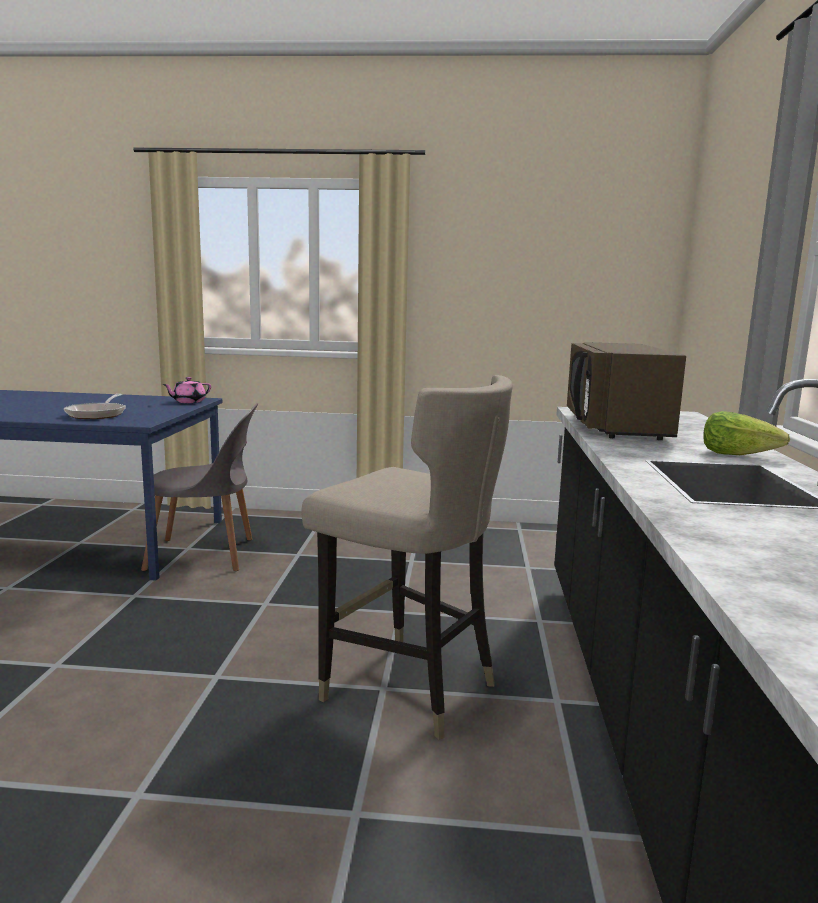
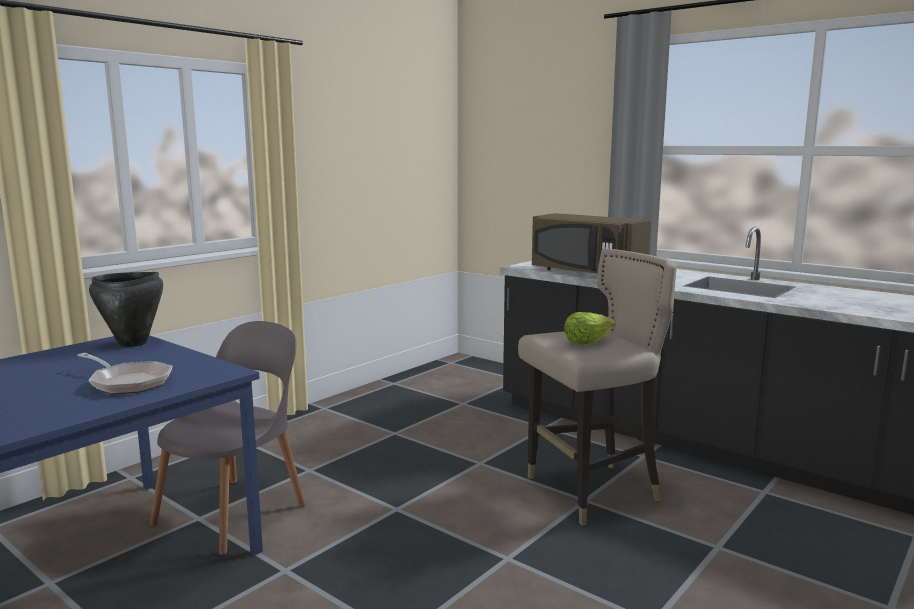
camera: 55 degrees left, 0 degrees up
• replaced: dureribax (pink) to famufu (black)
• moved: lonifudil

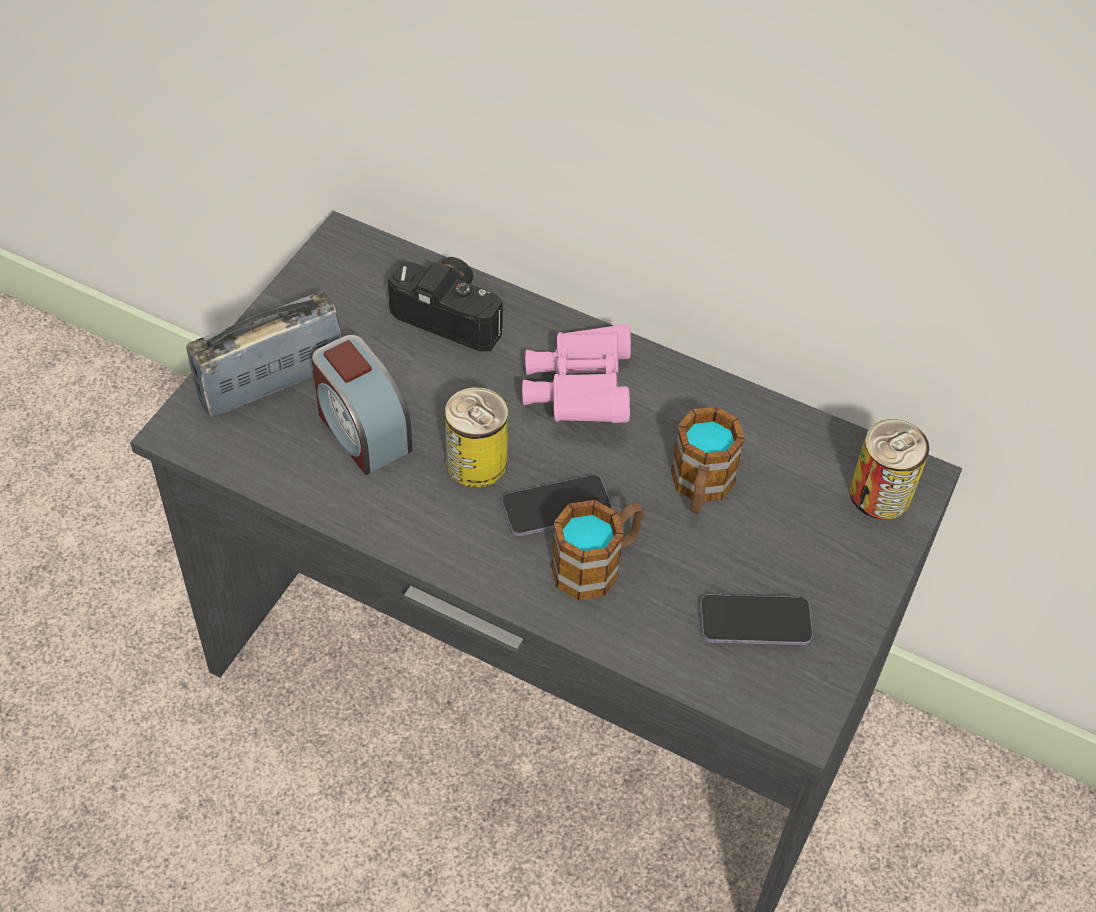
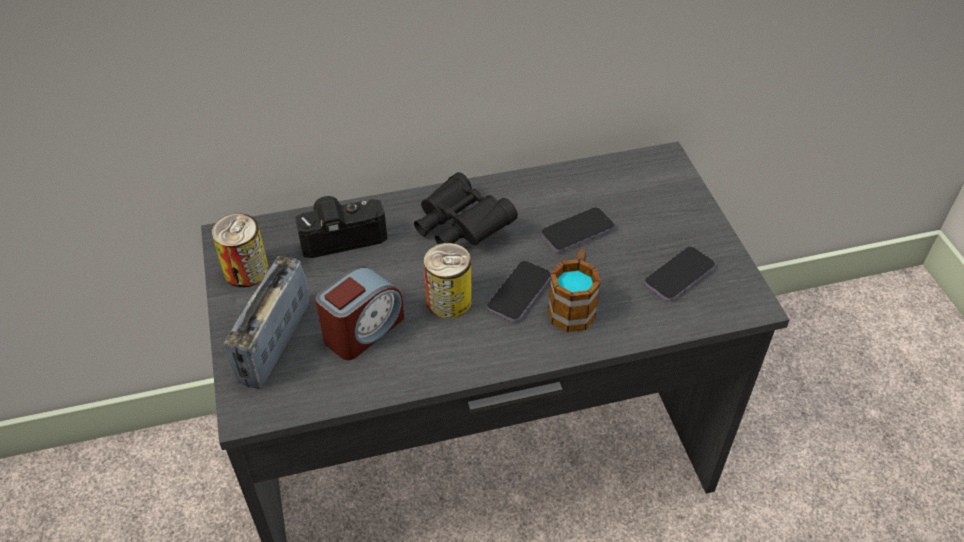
camera: 40 degrees left, 5 degrees down
• turned: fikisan 60 degrees counterclockwise
• recoloured: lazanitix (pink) to lazanitix (black)
• replaced: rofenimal (2nd from left) to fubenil (2nd from left)
• moved: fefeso (2nd from left in the first image) to fefeso (1st from left)

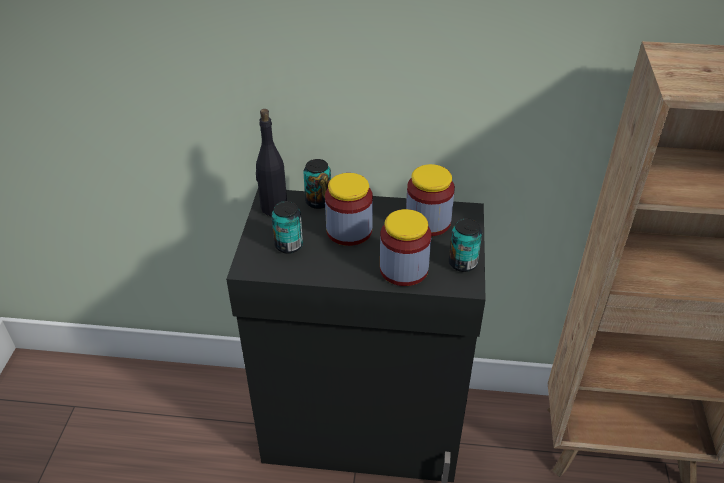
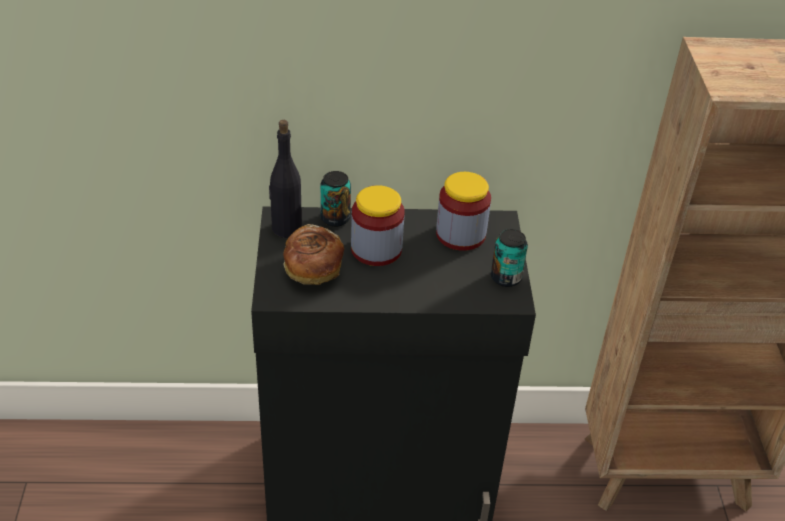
camera: 10 degrees left, 0 degrees up
• replaced: fefeso (1st from left) to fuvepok
• removed: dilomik (2nd from left)

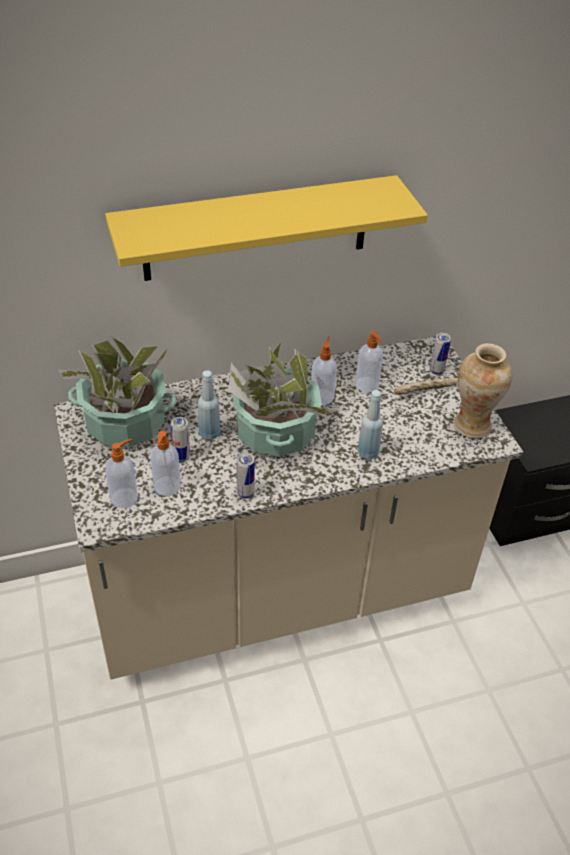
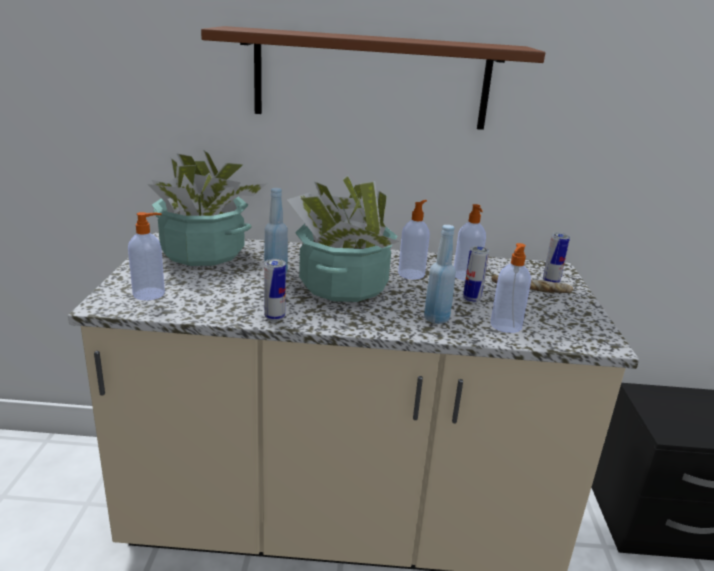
camera: 20 degrees right, 20 degrees down
• recoloured: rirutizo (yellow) to rirutizo (brown)
• moved: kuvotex (2nd from left in the first image) to kuvotex (4th from left)
• moved: fefeso (1st from left in the first image) to fefeso (2nd from left)
• removed: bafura

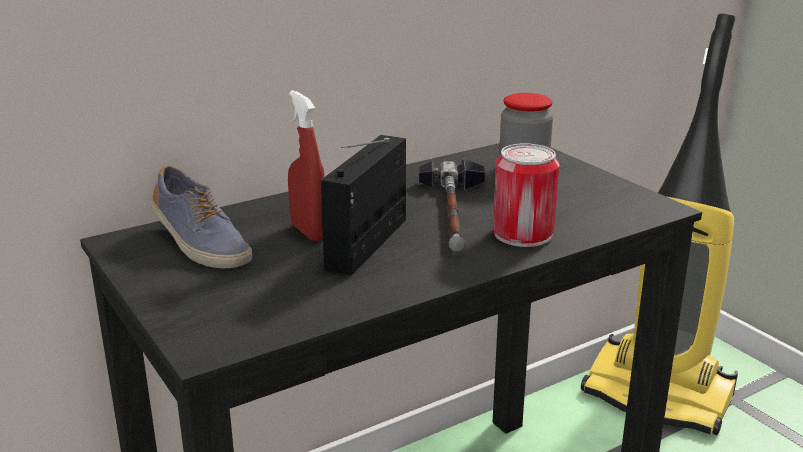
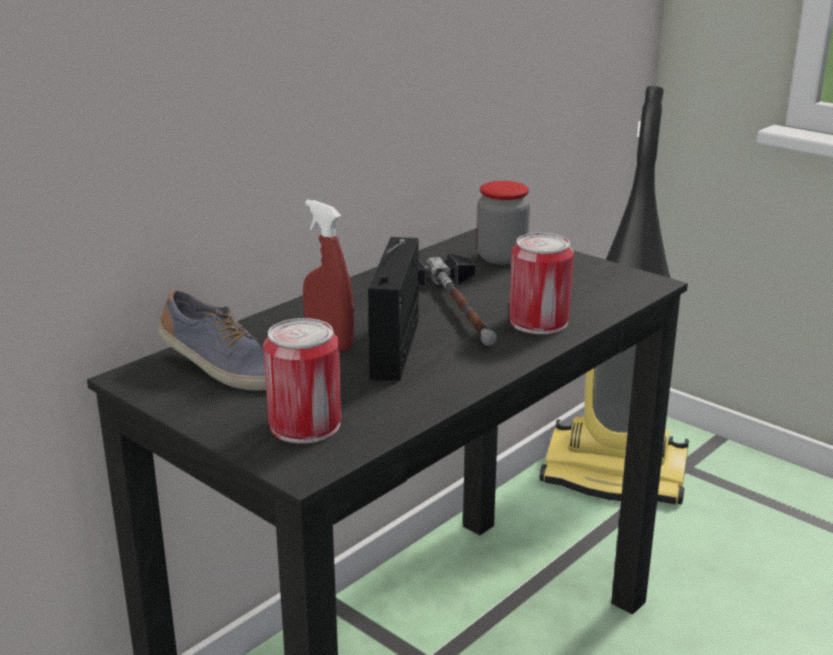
camera: 15 degrees left, 0 degrees up
• added: fefeso (1st from left)

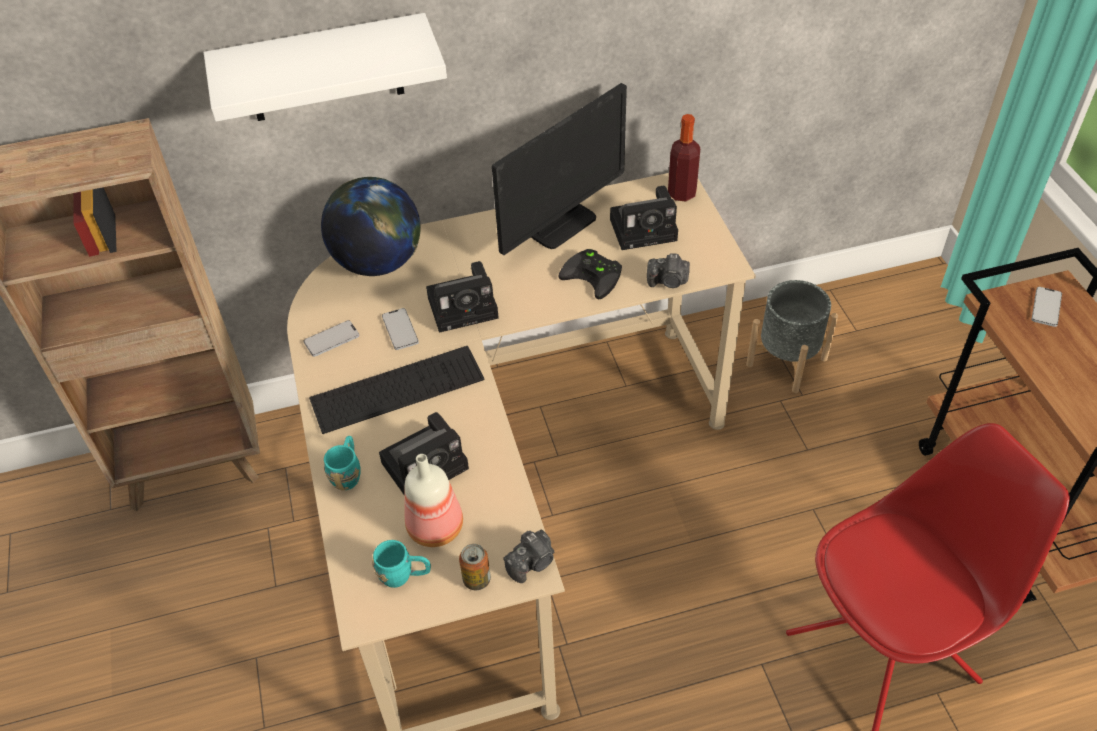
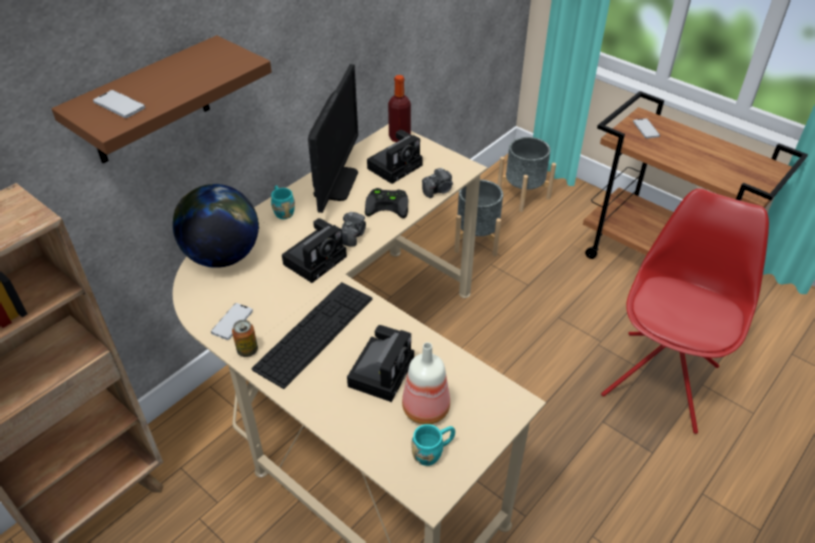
camera: 35 degrees left, 5 degrees down
• recoloured: rirutizo (white) to rirutizo (brown)
• moved: rofenimal (turquoise) (1st from left)
• moved: fubenil (2nd from left in the first image) to fubenil (1st from left)
• moved: fefeso
• moved: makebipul (3rd from left in the first image) to makebipul (2nd from left)
• added: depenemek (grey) (2nd from left)

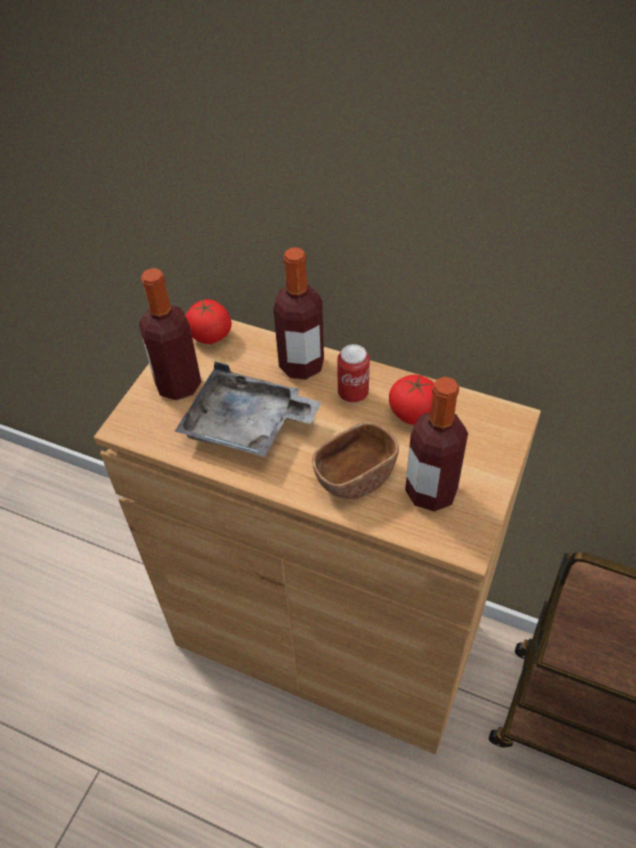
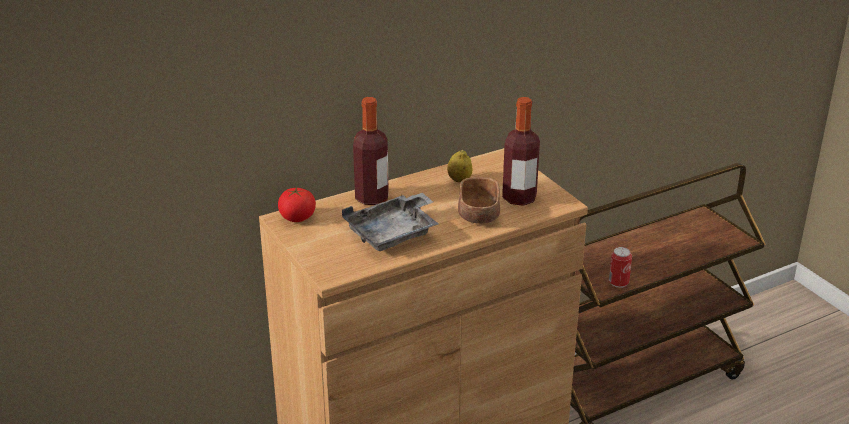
camera: 55 degrees left, 20 degrees down
• removed: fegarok (1st from left)
• moved: fefeso
• replaced: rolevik (2nd from left) to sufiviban

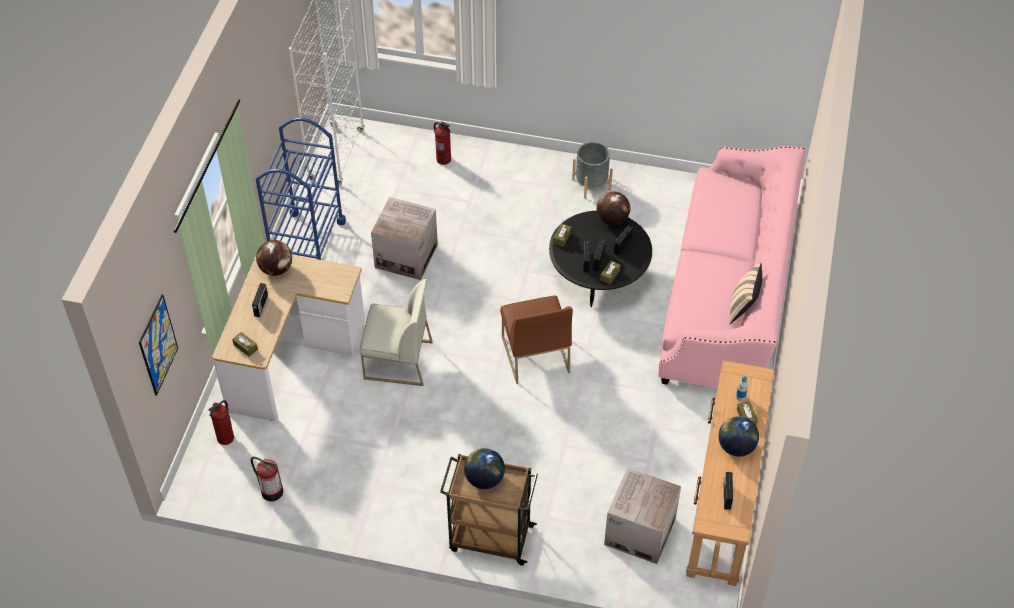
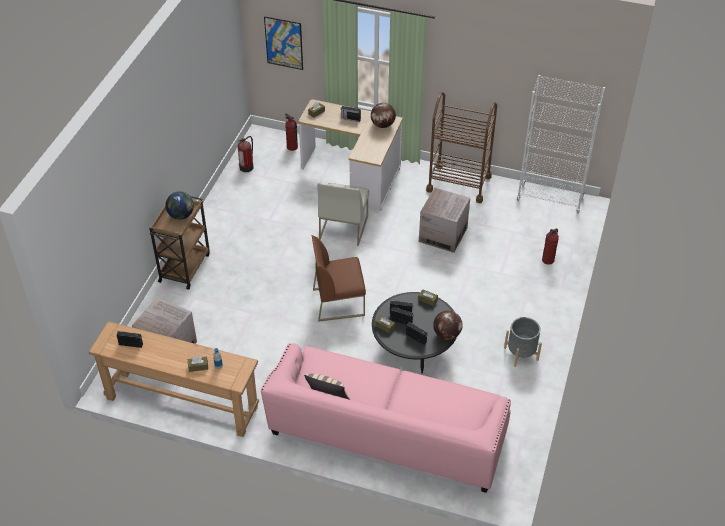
camera: 95 degrees right, 5 degrees down
• recoloured: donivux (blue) to donivux (brown) (2nd from left)
• removed: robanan (4th from left)

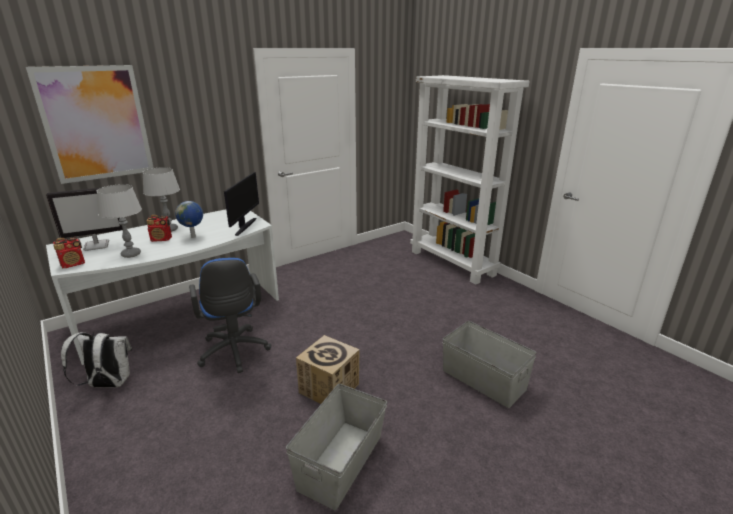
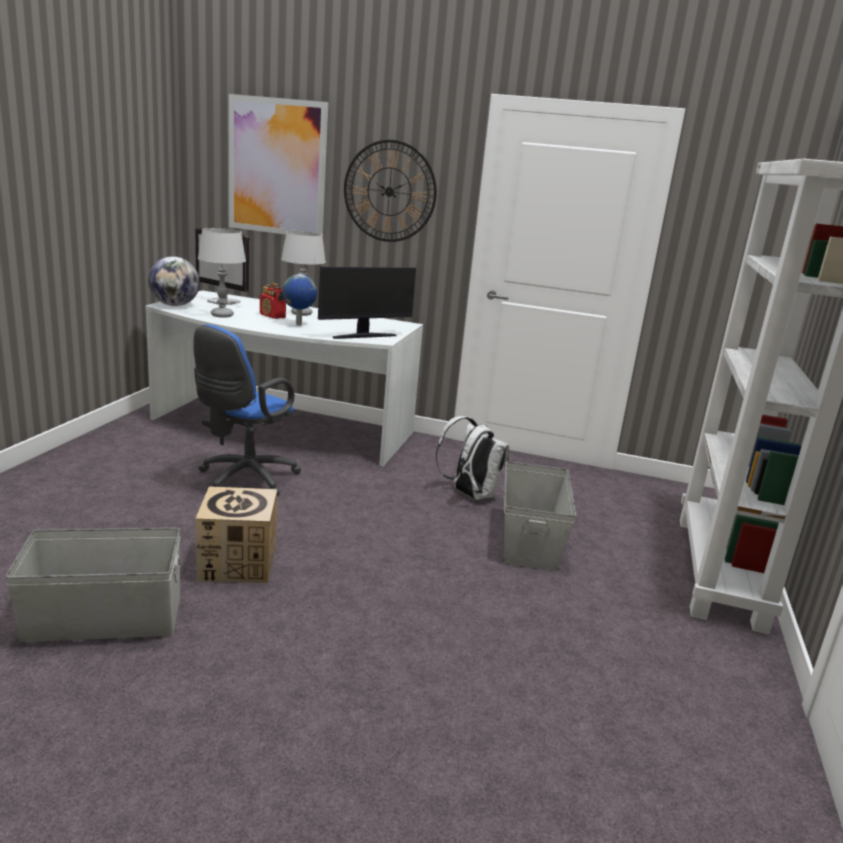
camera: 50 degrees right, 5 degrees down
• replaced: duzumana (1st from left) to robanan (1st from left)
• moved: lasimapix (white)
• moved: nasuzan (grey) (2nd from left)
• added: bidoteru

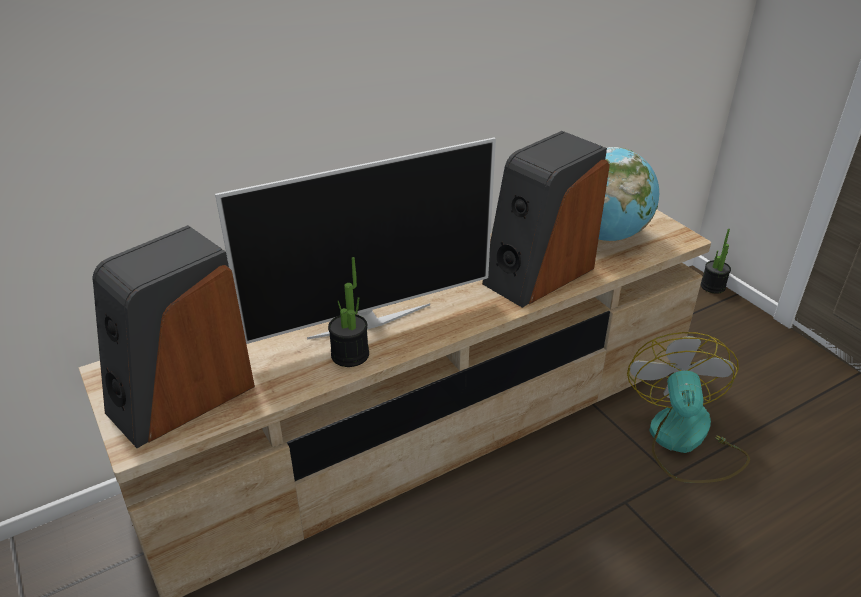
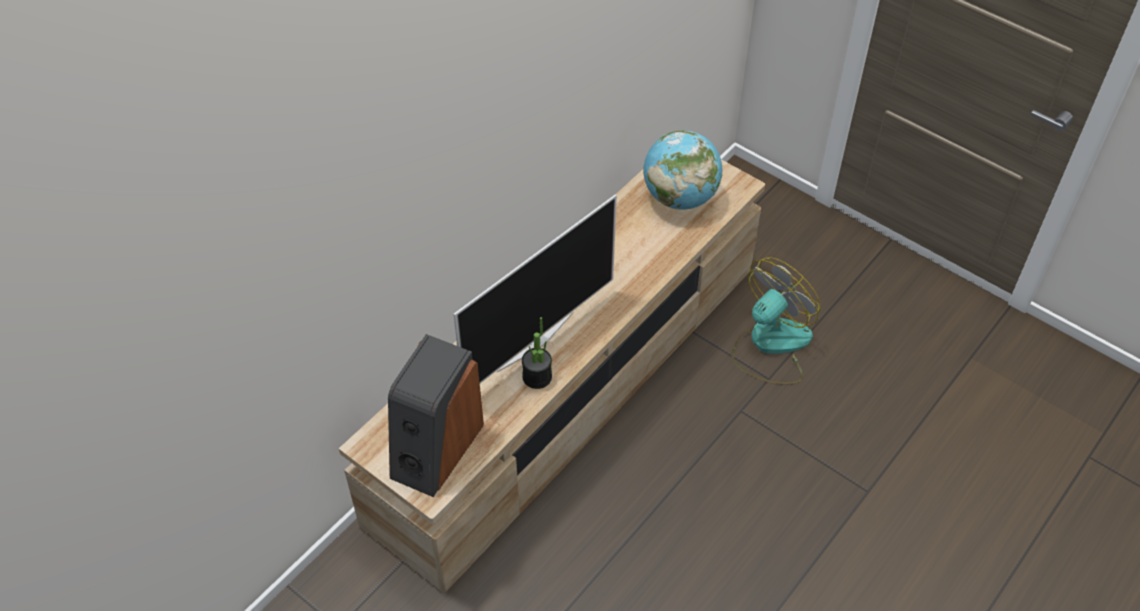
camera: 20 degrees left, 15 degrees up
• removed: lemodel (2nd from left)
• turned: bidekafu 60 degrees clockwise
• removed: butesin (2nd from left)

